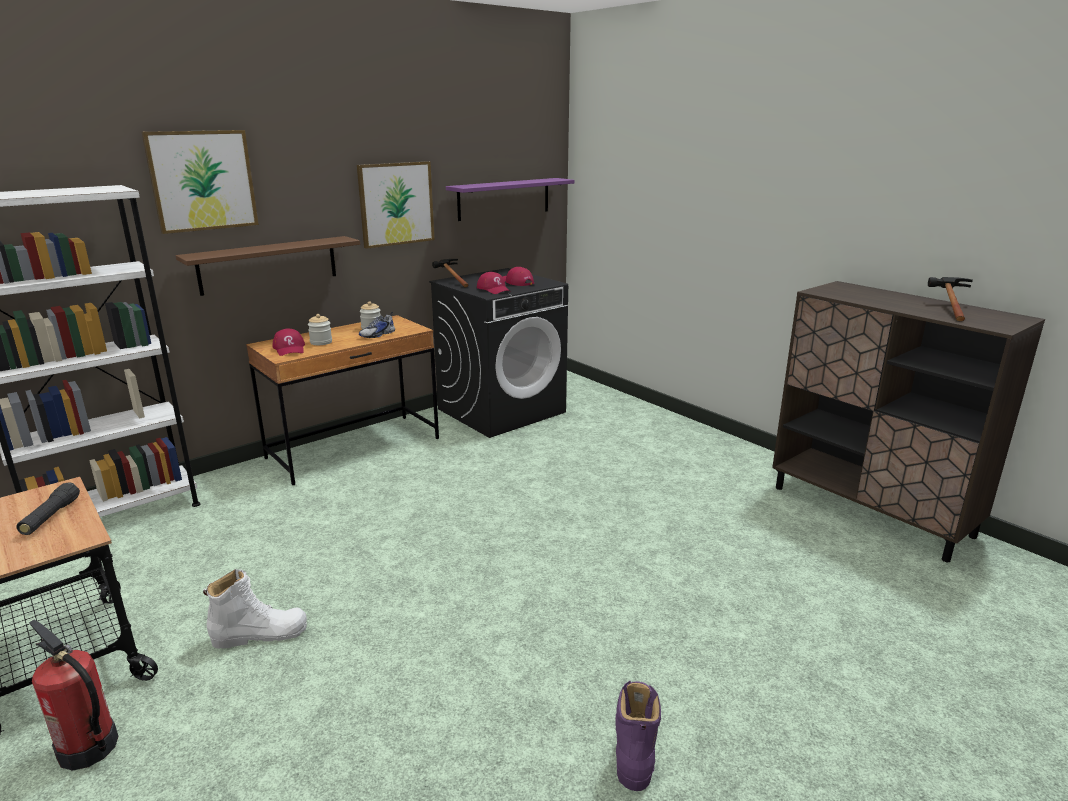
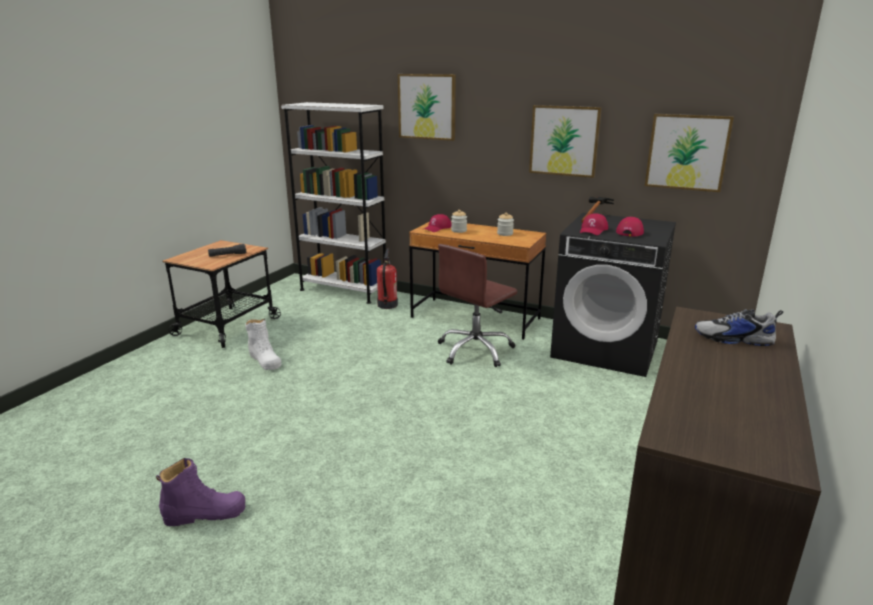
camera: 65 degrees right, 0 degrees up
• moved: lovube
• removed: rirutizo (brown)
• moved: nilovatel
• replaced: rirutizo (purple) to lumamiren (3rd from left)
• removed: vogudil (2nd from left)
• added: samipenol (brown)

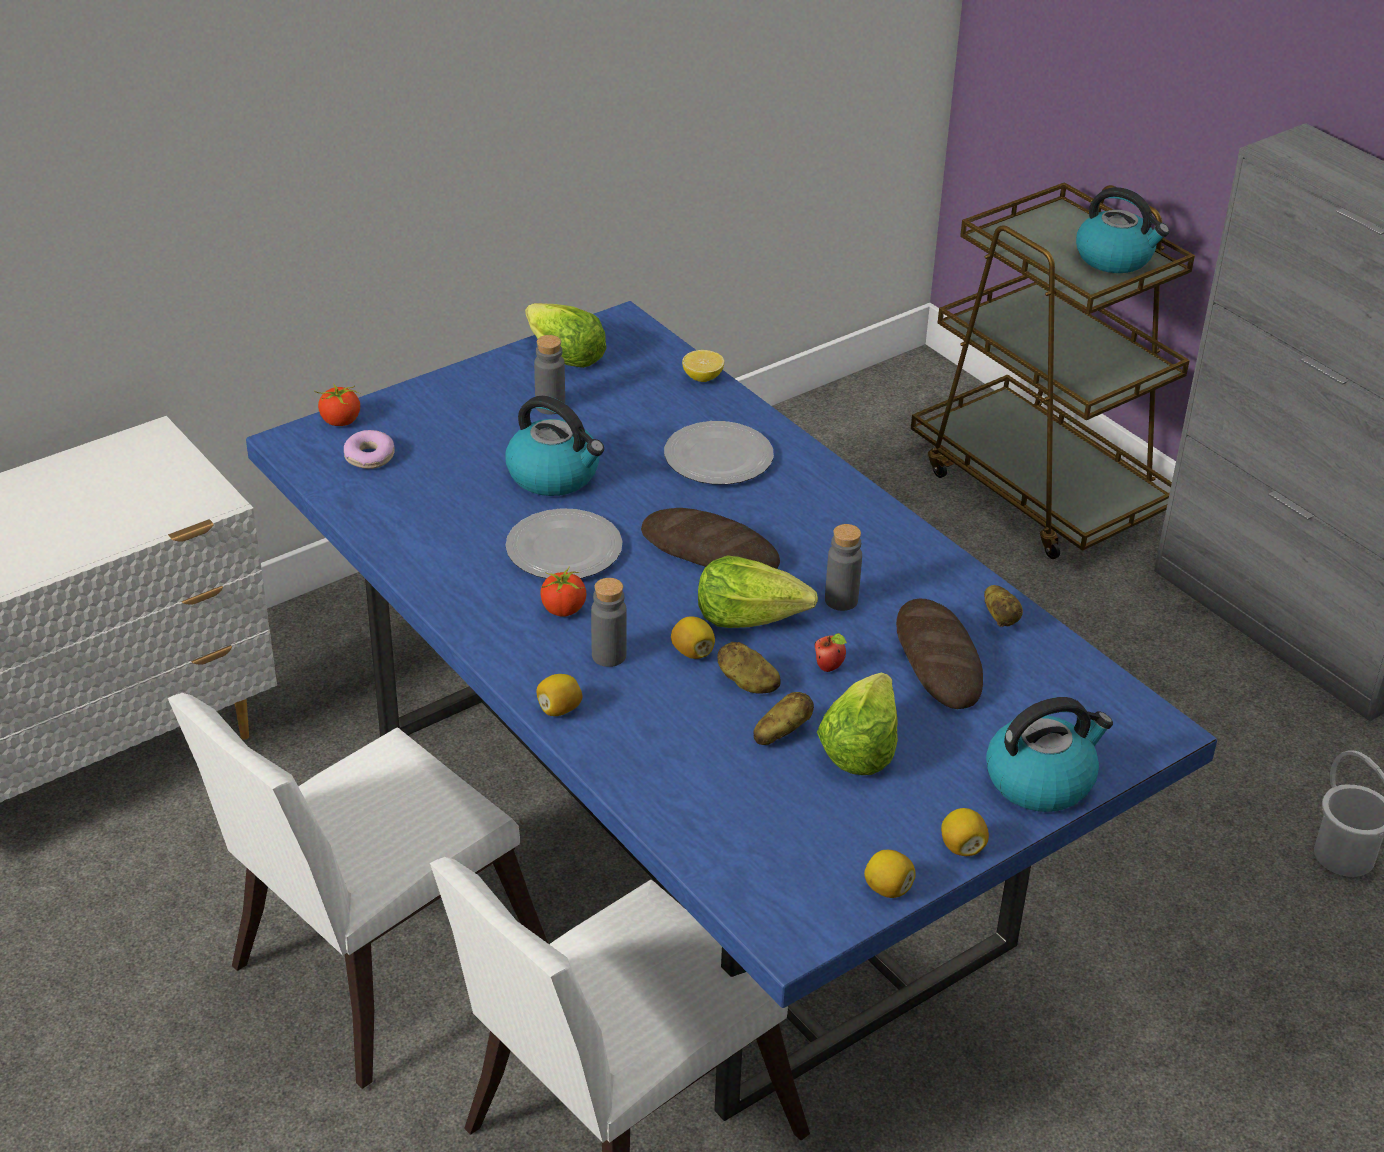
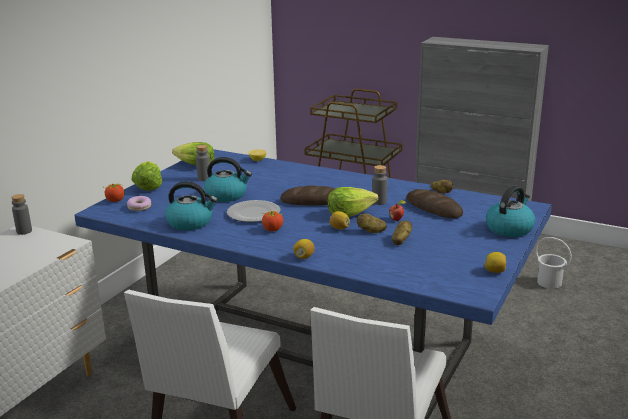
camera: 25 degrees left, 15 degrees down
• moved: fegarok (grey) (2nd from left in the first image) to fegarok (grey) (1st from left)
• removed: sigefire (2nd from left)
• moved: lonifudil (3rd from left in the first image) to lonifudil (1st from left)
• removed: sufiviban (5th from left)
• moved: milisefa (3rd from left in the first image) to milisefa (1st from left)

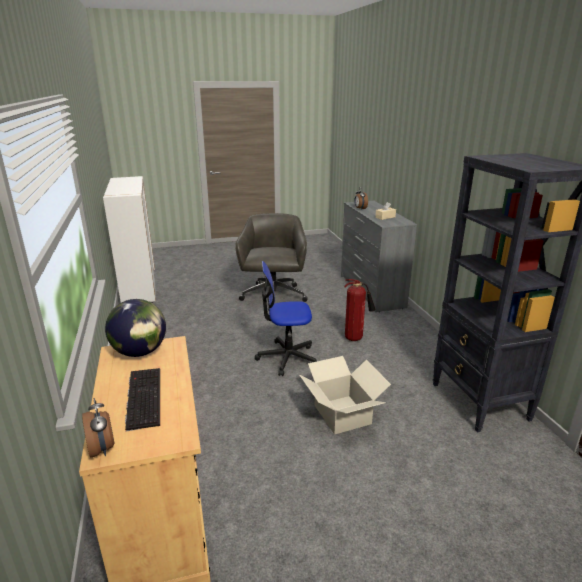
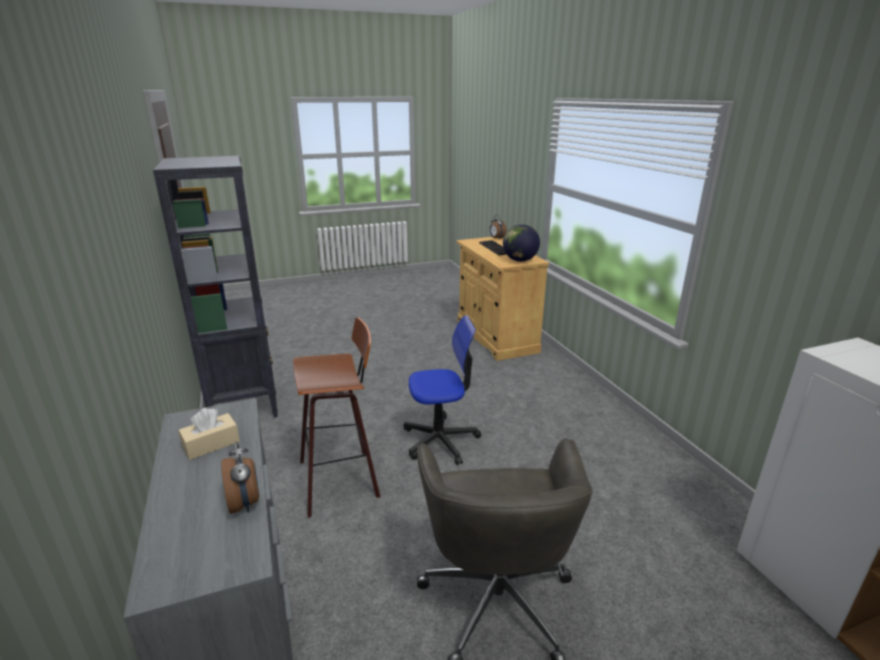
camera: 175 degrees right, 0 degrees up
• removed: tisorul
• replaced: lovube to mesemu

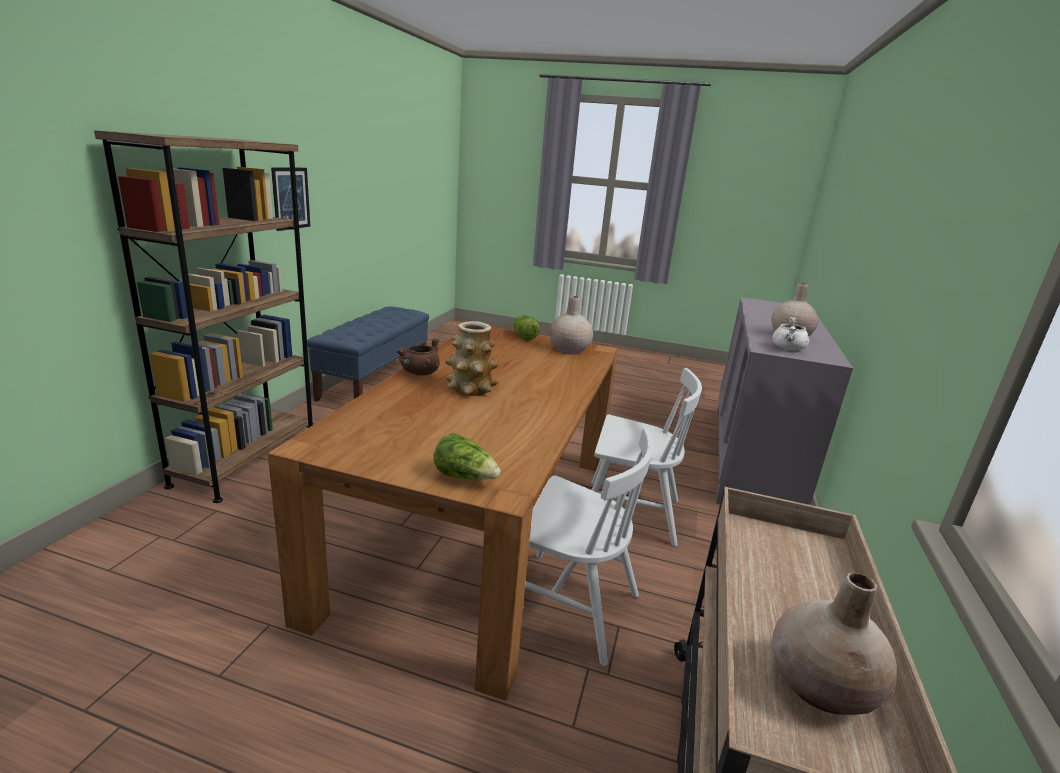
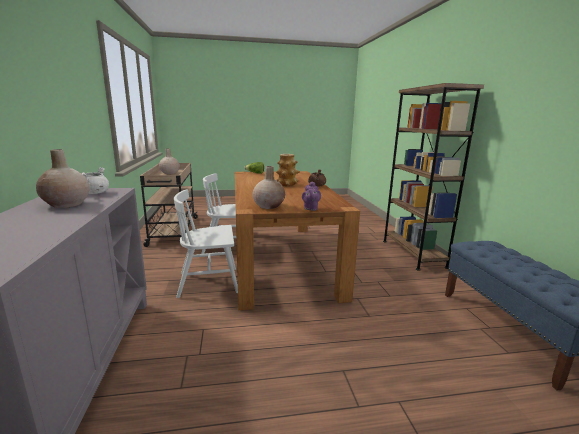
camera: 155 degrees right, 5 degrees down
• removed: lumamiren
• replaced: lonifudil (2nd from left) to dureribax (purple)

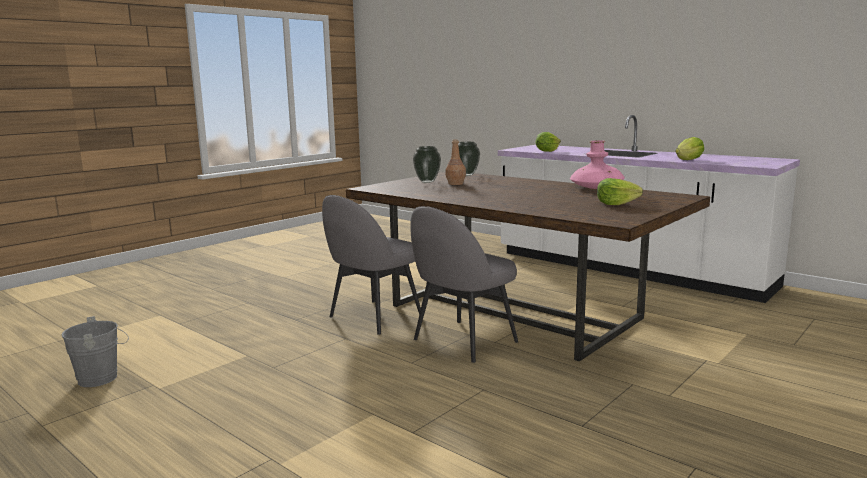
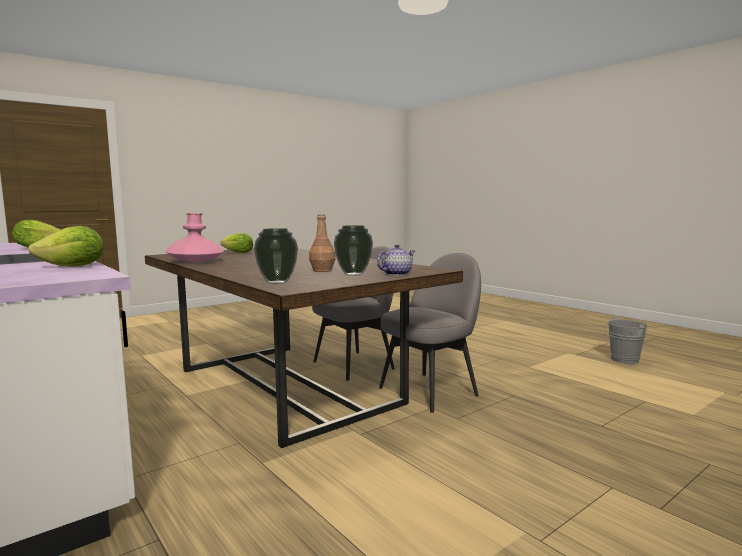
camera: 170 degrees left, 5 degrees down
• added: dureribax

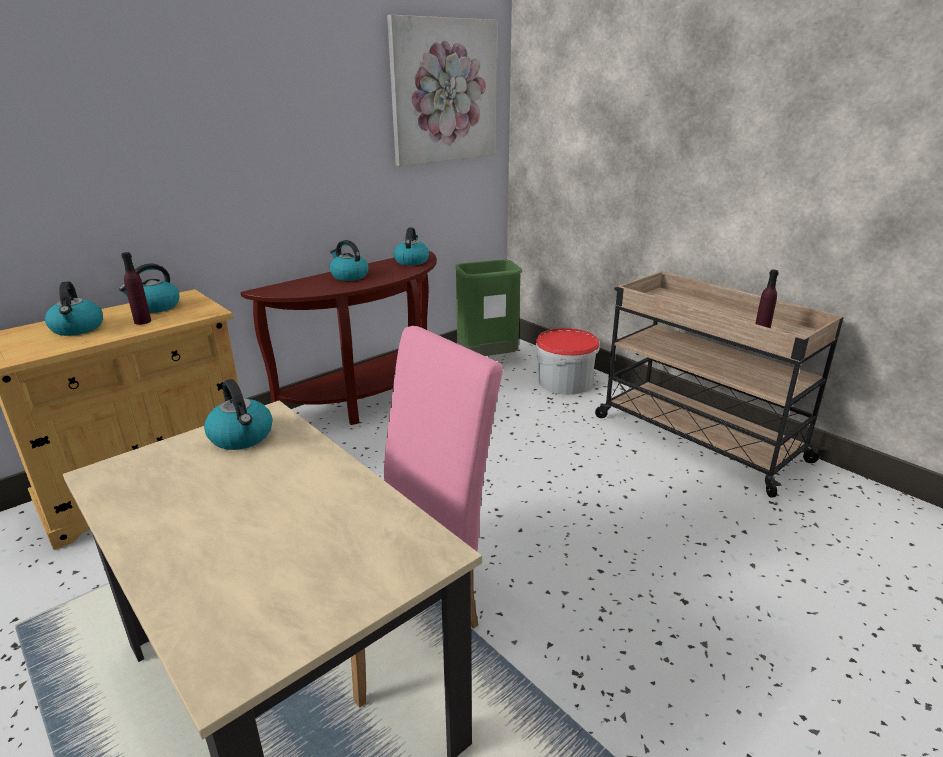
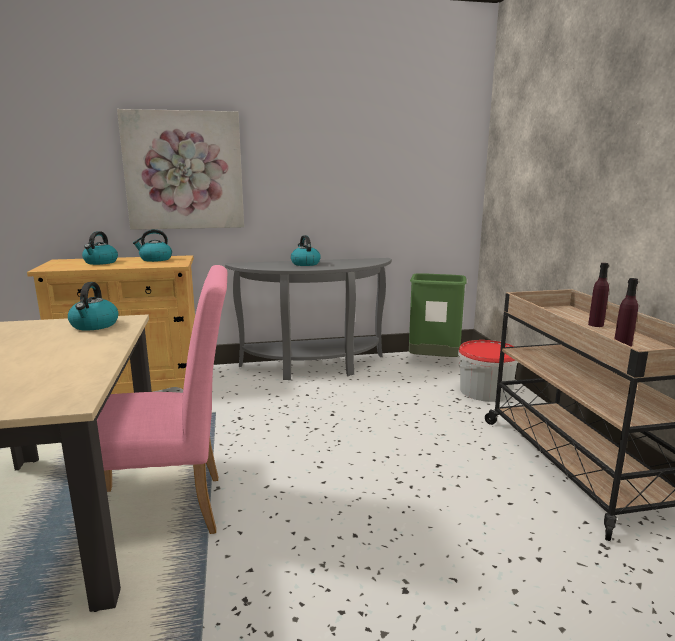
camera: 30 degrees right, 10 degrees down
• moved: fegarok (purple) (1st from left)
• recoloured: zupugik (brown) to zupugik (grey)
• moved: lumamiren
• removed: milisefa (5th from left)

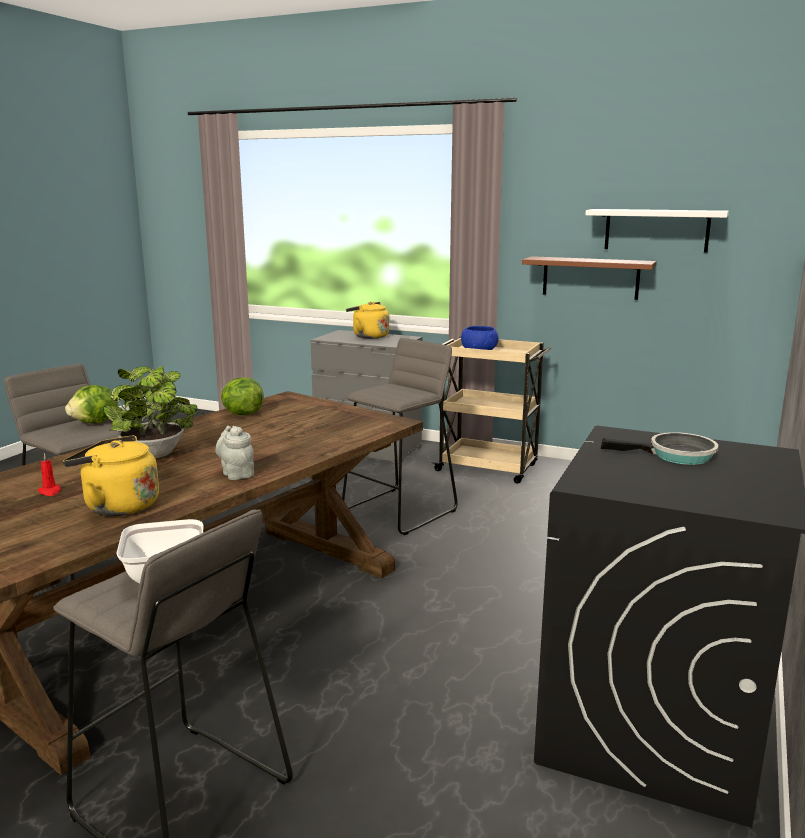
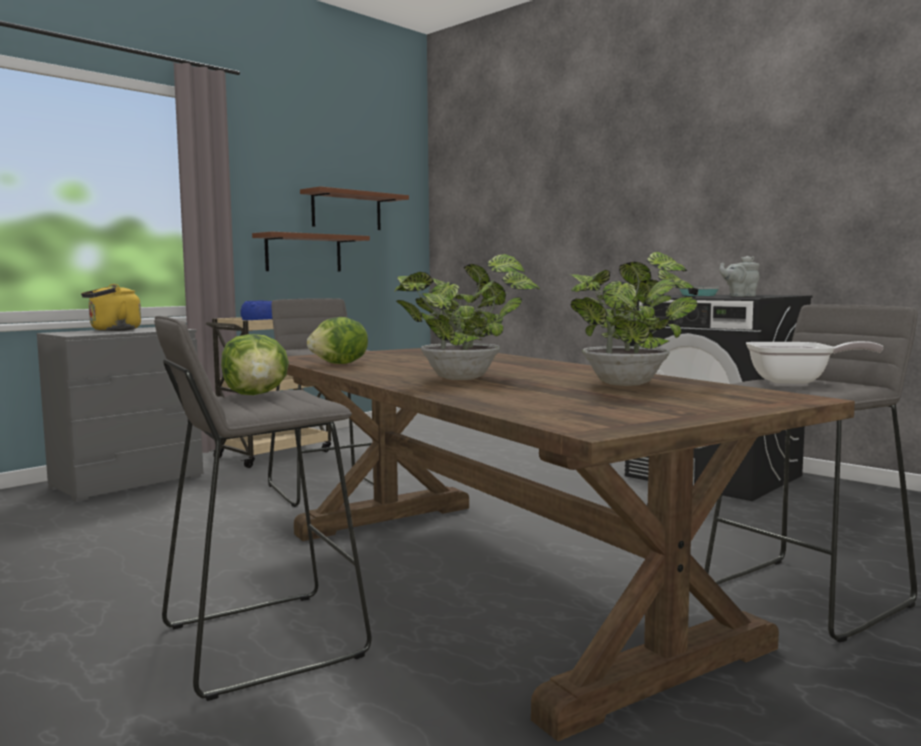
camera: 70 degrees left, 10 degrees down
• removed: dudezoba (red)
• replaced: milisefa (yellow) (1st from left) to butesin (2nd from left)
• moved: dureribax (grey)
• recoloured: rirutizo (white) to rirutizo (brown) (2nd from left)

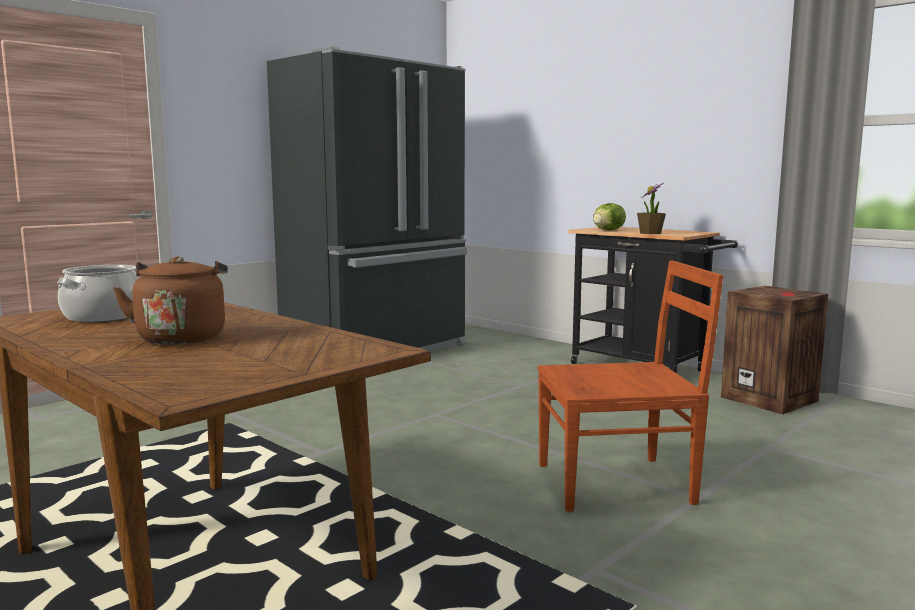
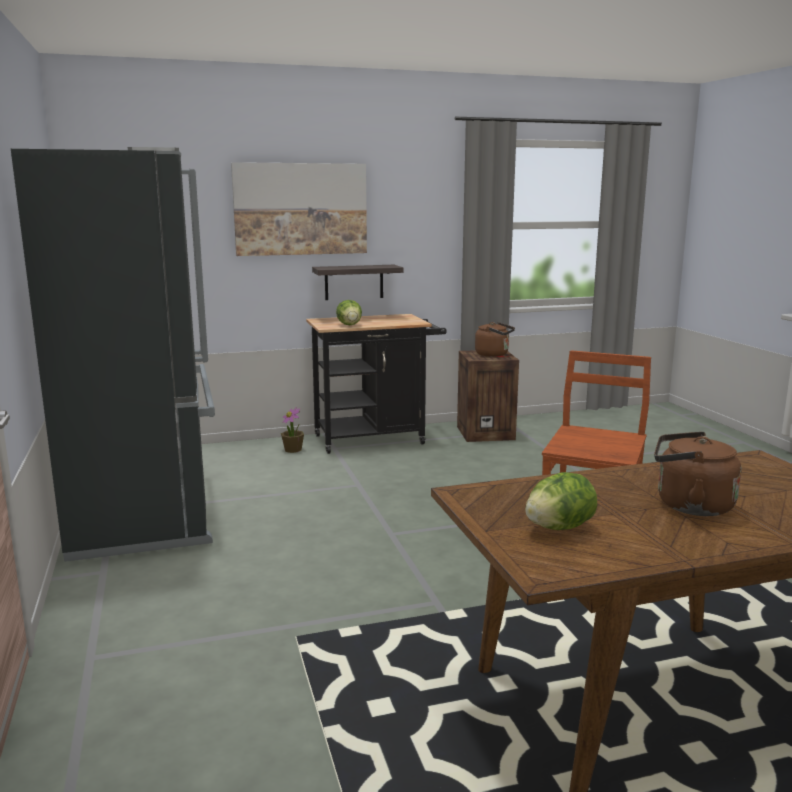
camera: 60 degrees left, 5 degrees up
• replaced: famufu to lonifudil (2nd from left)
• moved: butesin
• added: lumamiren
• added: rirutizo
• added: milisefa (brown) (1st from left)

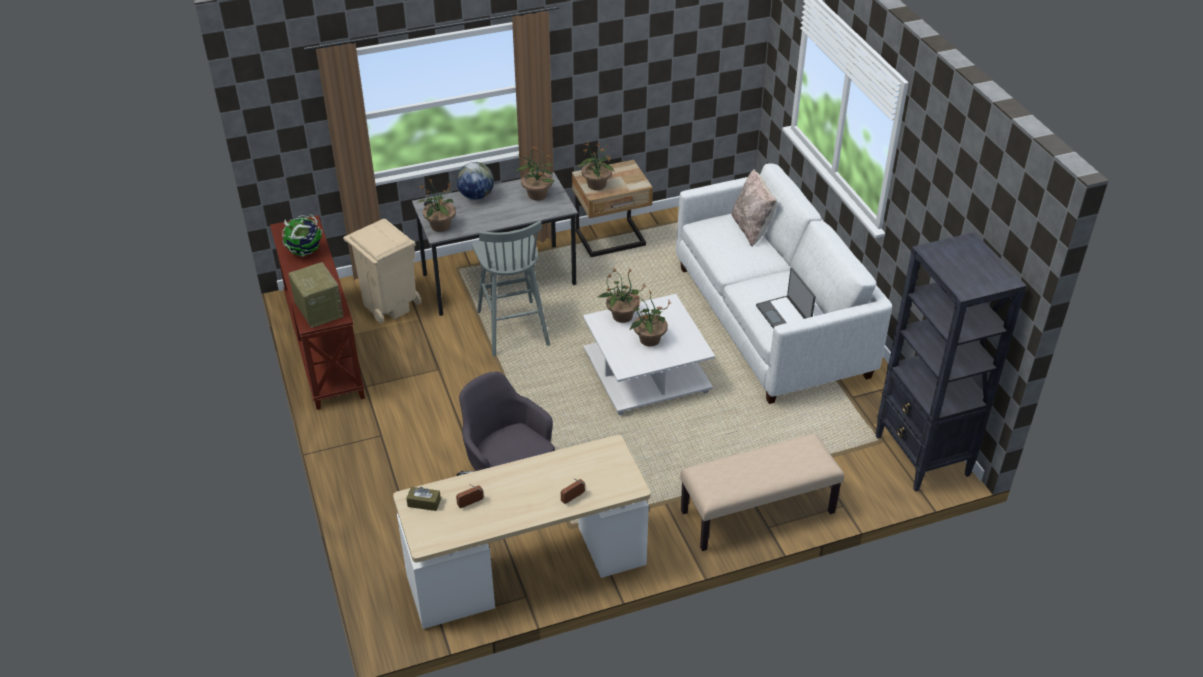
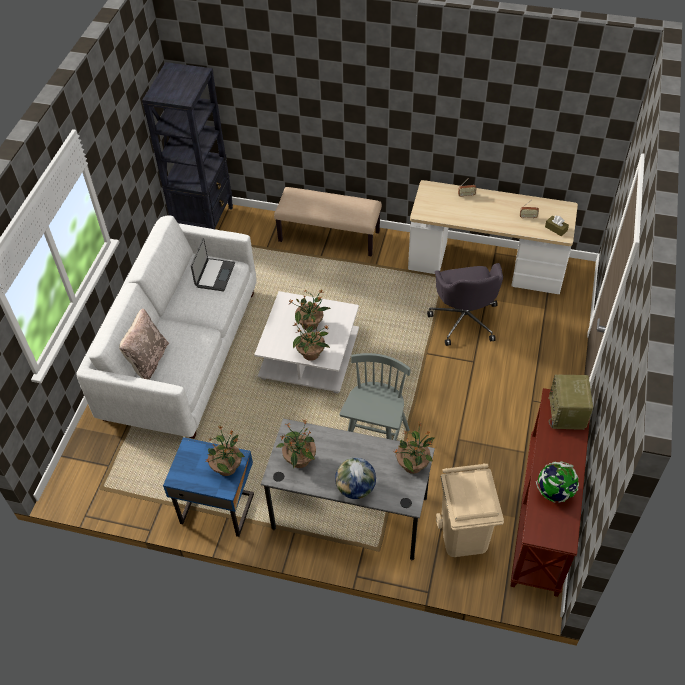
camera: 145 degrees left, 10 degrees up
• recoloured: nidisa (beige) to nidisa (blue)

